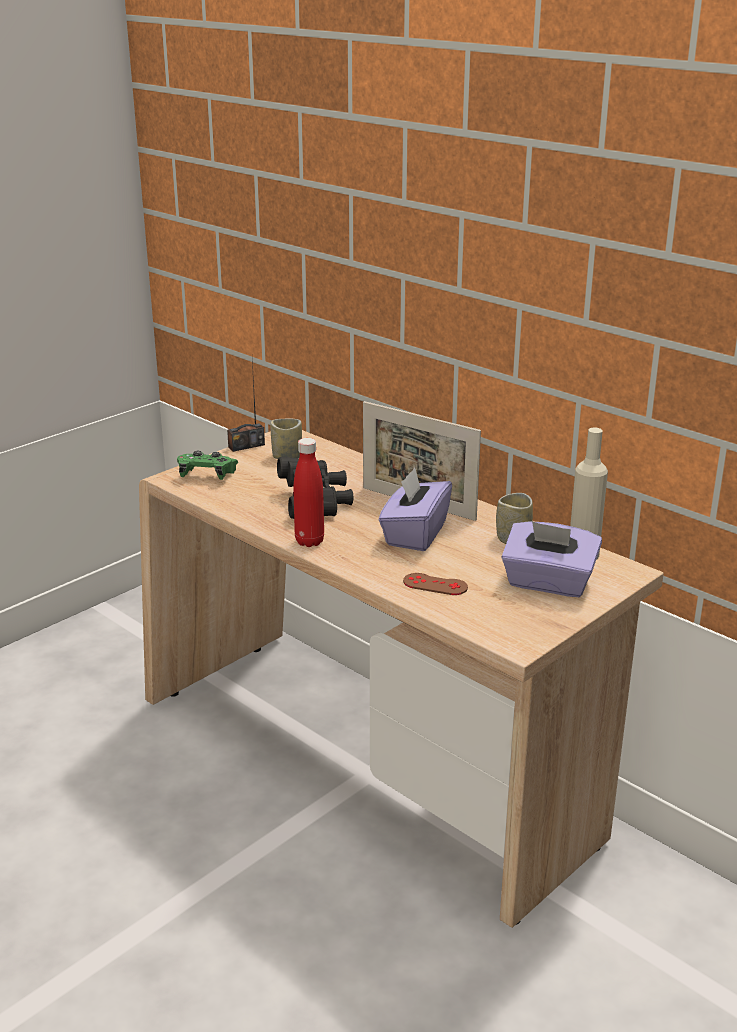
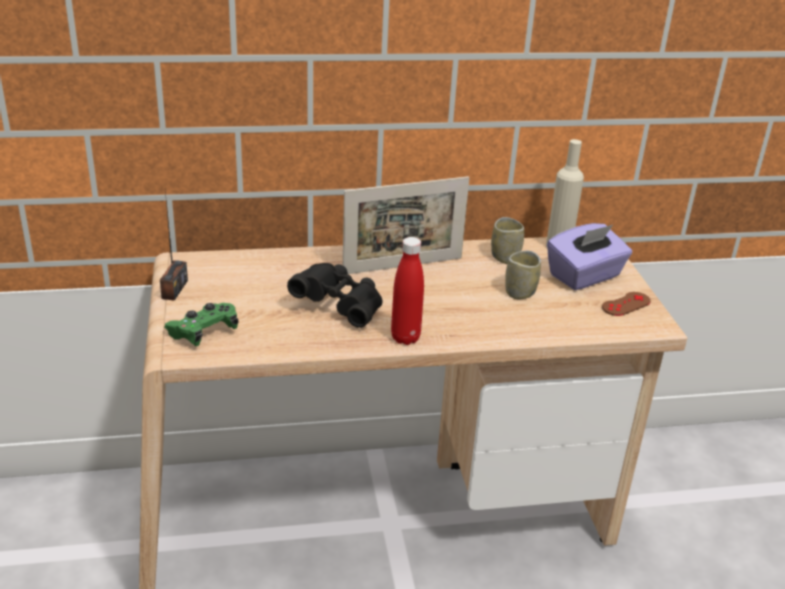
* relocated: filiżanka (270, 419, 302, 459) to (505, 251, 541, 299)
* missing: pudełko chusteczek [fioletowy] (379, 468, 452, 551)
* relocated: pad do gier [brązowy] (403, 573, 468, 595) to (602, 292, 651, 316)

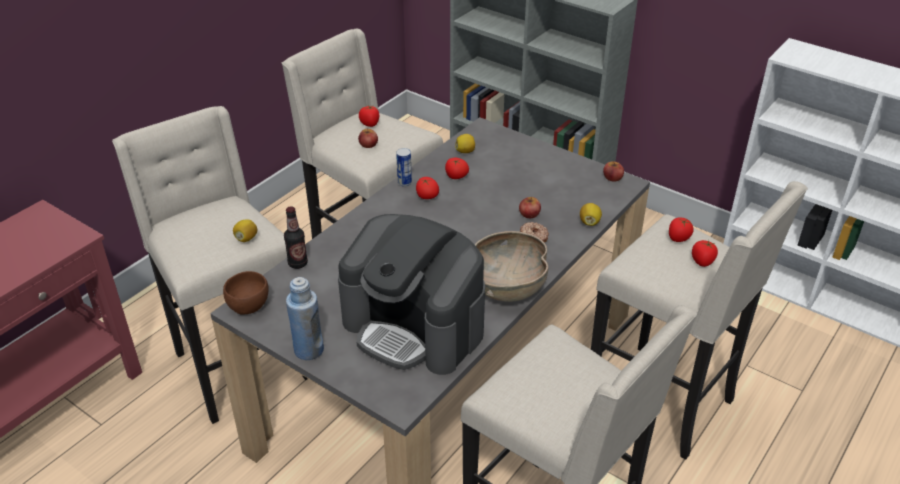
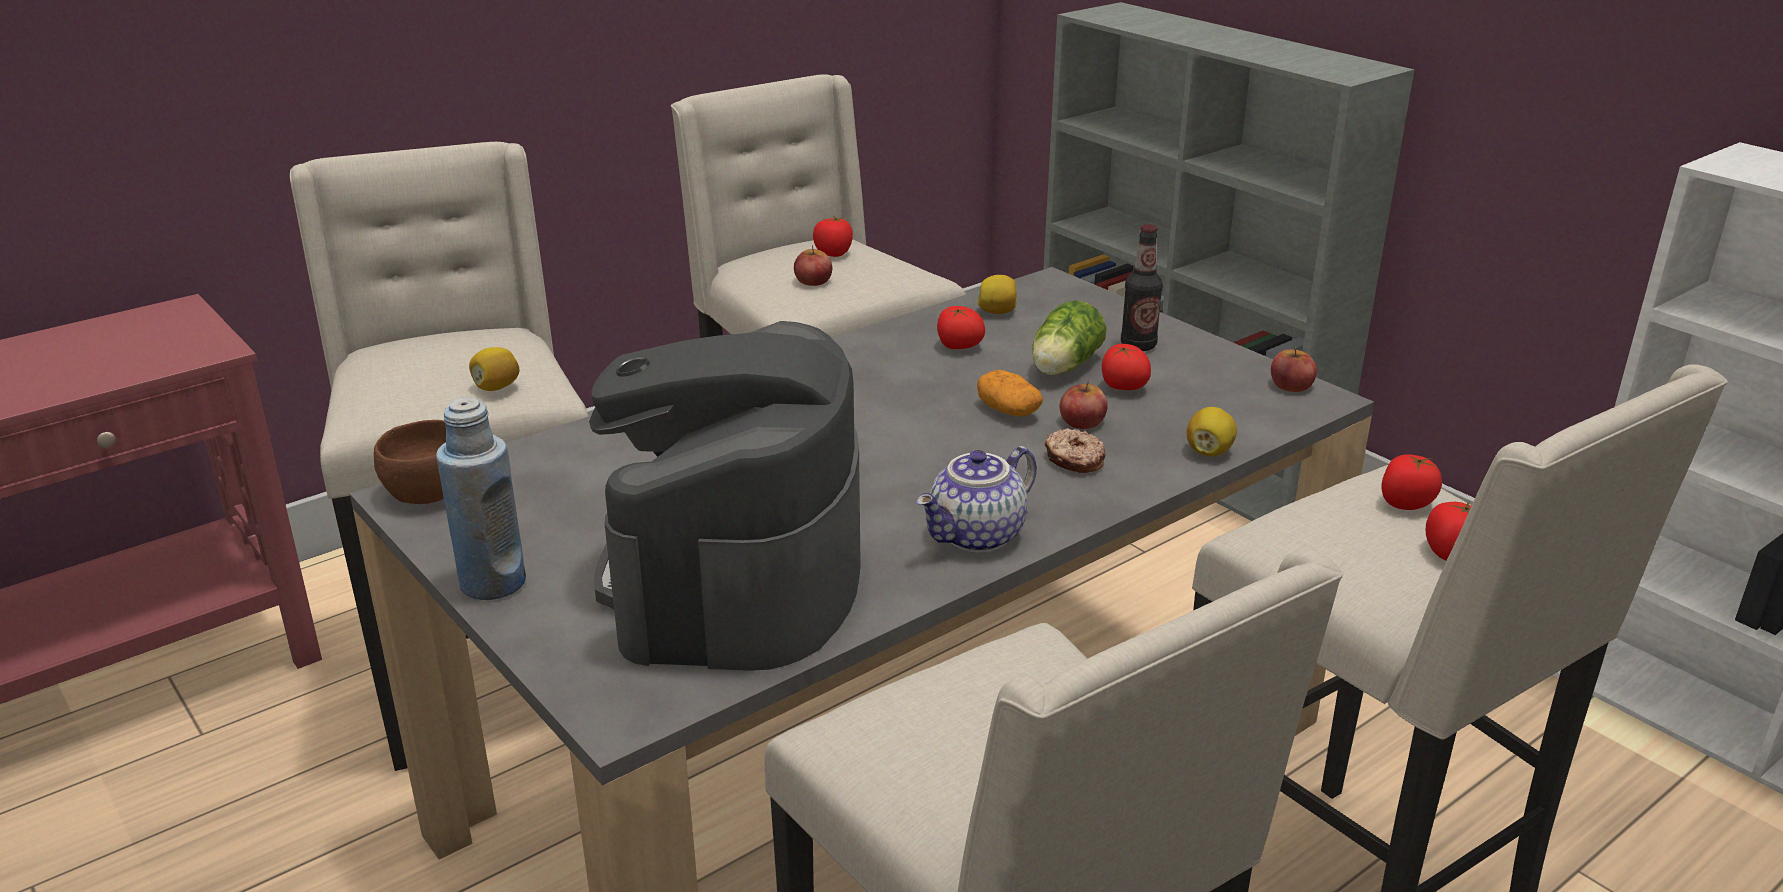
* relocated: butelka (284, 206, 308, 269) to (1121, 224, 1163, 351)
* spun: ekspres do kawy (338, 214, 485, 375) = (589, 321, 861, 671) 45 degrees clockwise
* missing: puszka (396, 148, 412, 187)
* relocated: pomidor (416, 177, 439, 199) to (1102, 344, 1151, 390)
* exchanged: miska [brązowy] (475, 231, 548, 302) to imbryk (916, 446, 1037, 553)
* appeared: ziemniak (977, 370, 1043, 417)
* appeared: sałata (1032, 300, 1107, 375)

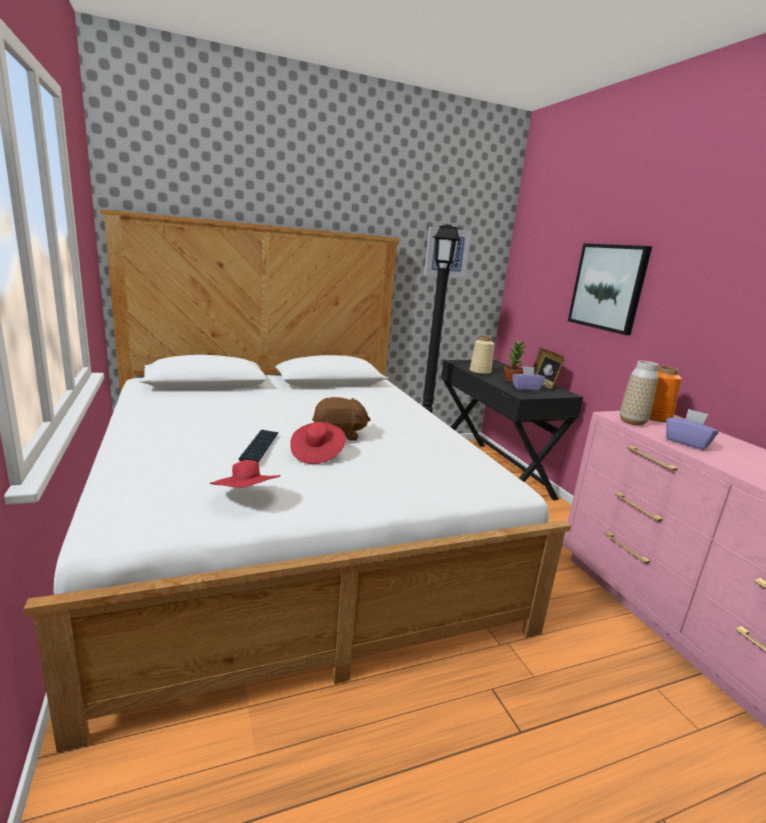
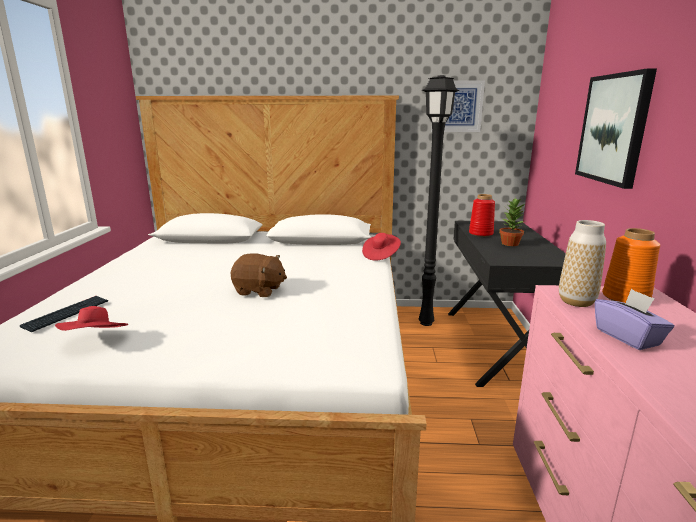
* relocated: klawiatura (239, 429, 279, 463) to (20, 296, 108, 332)
* relocated: kapelusz [czerwony] (290, 422, 346, 464) to (362, 233, 401, 261)
* colour: wazon [beżowy] (470, 336, 494, 374) to wazon [czerwony] (469, 194, 495, 237)
* missing: pudełko chusteczek [fioletowy] (512, 366, 545, 391)
* missing: ramka na zdjęcie (533, 348, 565, 390)

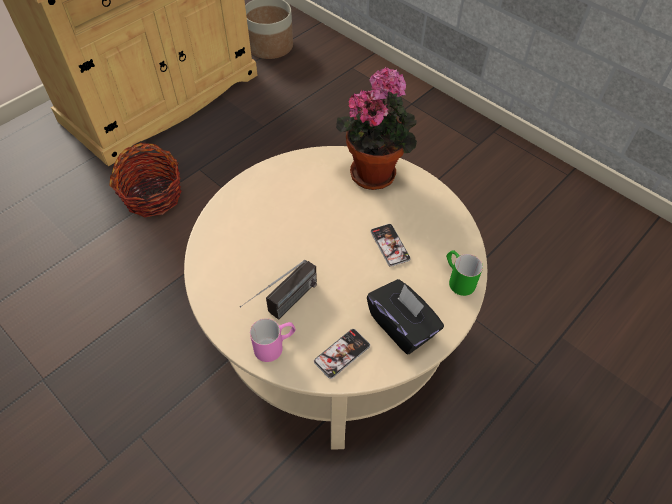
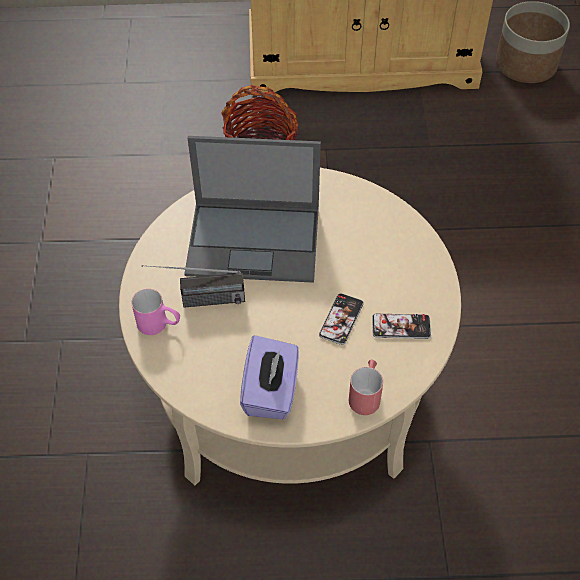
* relocated: telefon (314, 329, 370, 379) to (372, 314, 431, 339)
* missing: roślina doniczkowa (336, 67, 417, 190)
* colour: pudełko chusteczek [czarny] (367, 279, 444, 355) to pudełko chusteczek [fioletowy] (240, 335, 299, 419)
* colour: kubek [zielony] (446, 250, 483, 296) to kubek [czerwony] (349, 360, 383, 415)
* appeared: laptop (184, 136, 321, 283)

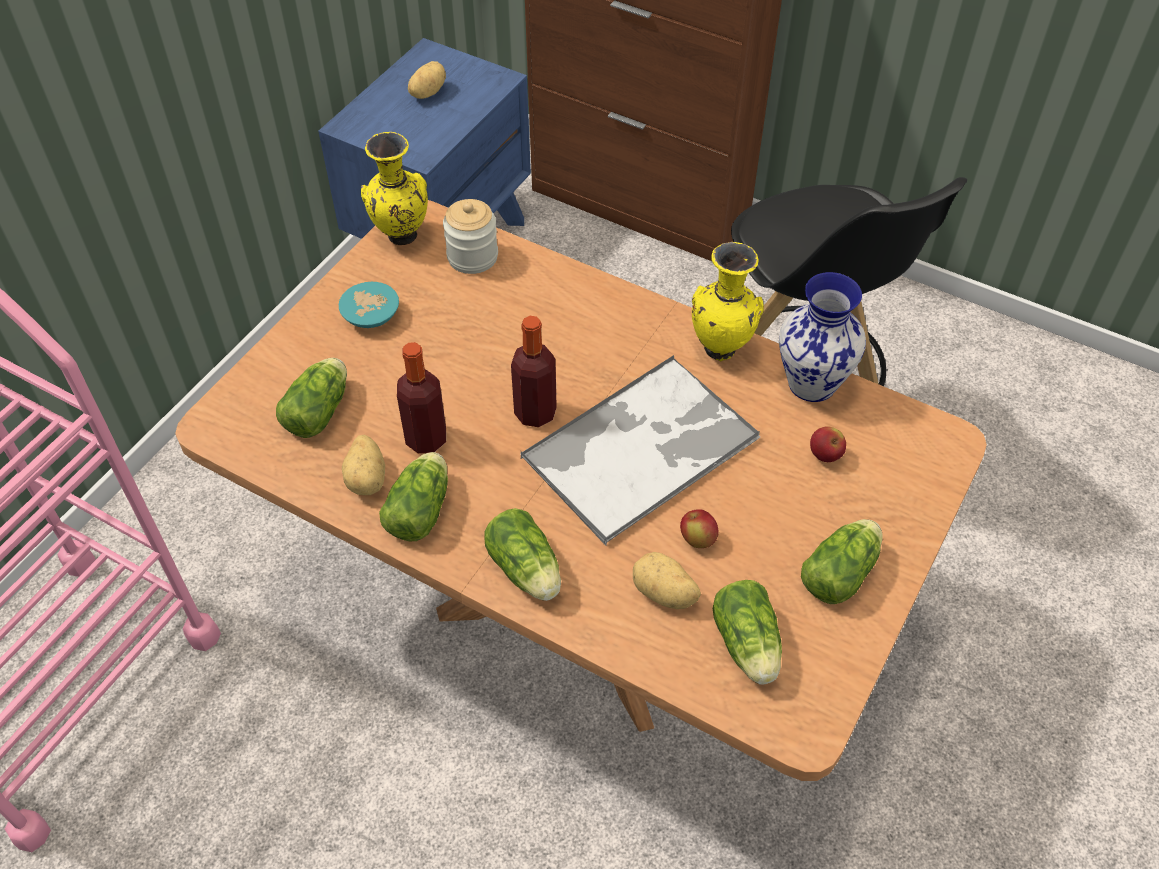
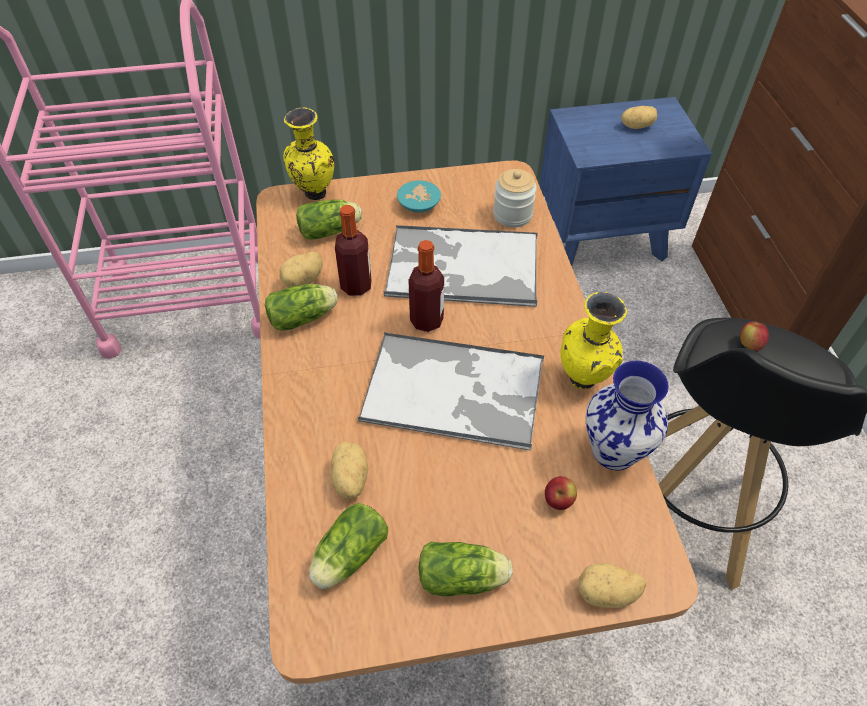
* relocated: wazon [żółty] (361, 132, 428, 245) to (283, 108, 334, 200)
* missing: sałata (484, 508, 561, 601)
* relocated: jabłko (680, 509, 719, 548) to (740, 322, 769, 351)
* appeared: taca (384, 225, 538, 307)
* appeared: ziemniak (579, 563, 646, 608)

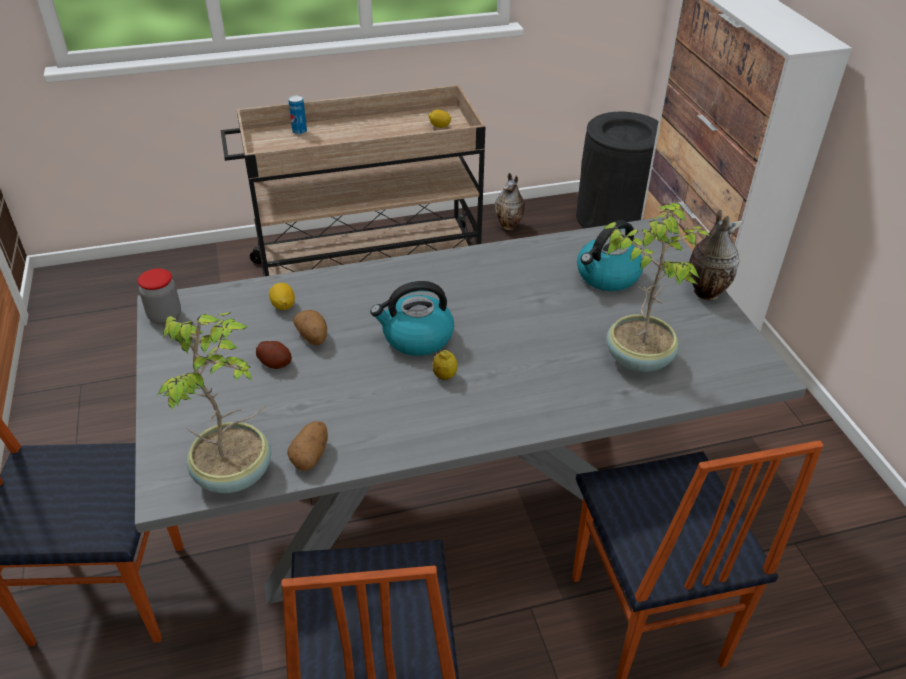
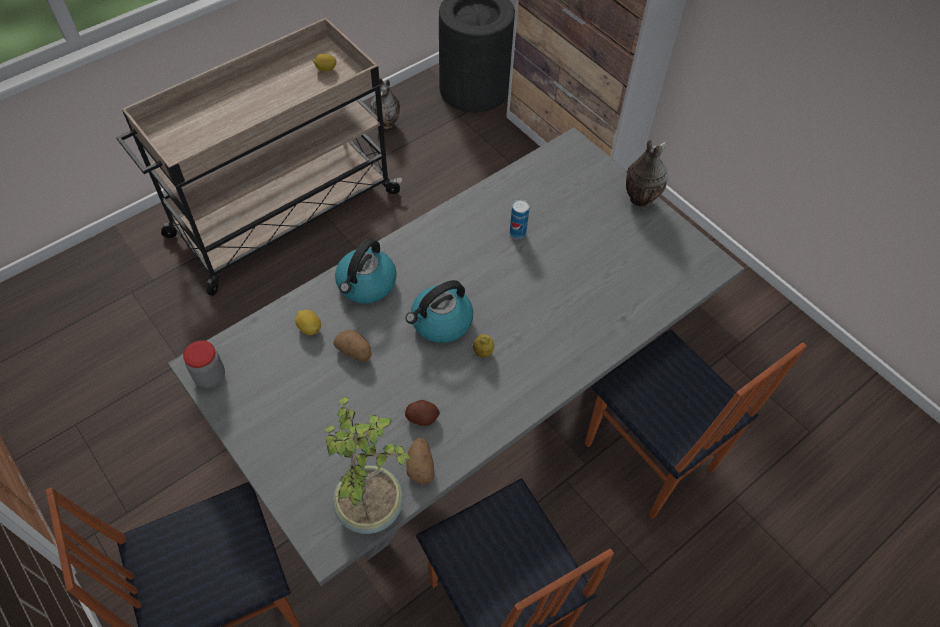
* relocated: ziemniak (256, 341, 292, 369) to (405, 400, 440, 426)
* relocated: puszka (288, 95, 307, 135) to (510, 200, 529, 239)
* relocated: czajnik (577, 220, 643, 291) to (335, 238, 397, 304)
* missing: roślina doniczkowa (603, 203, 710, 373)

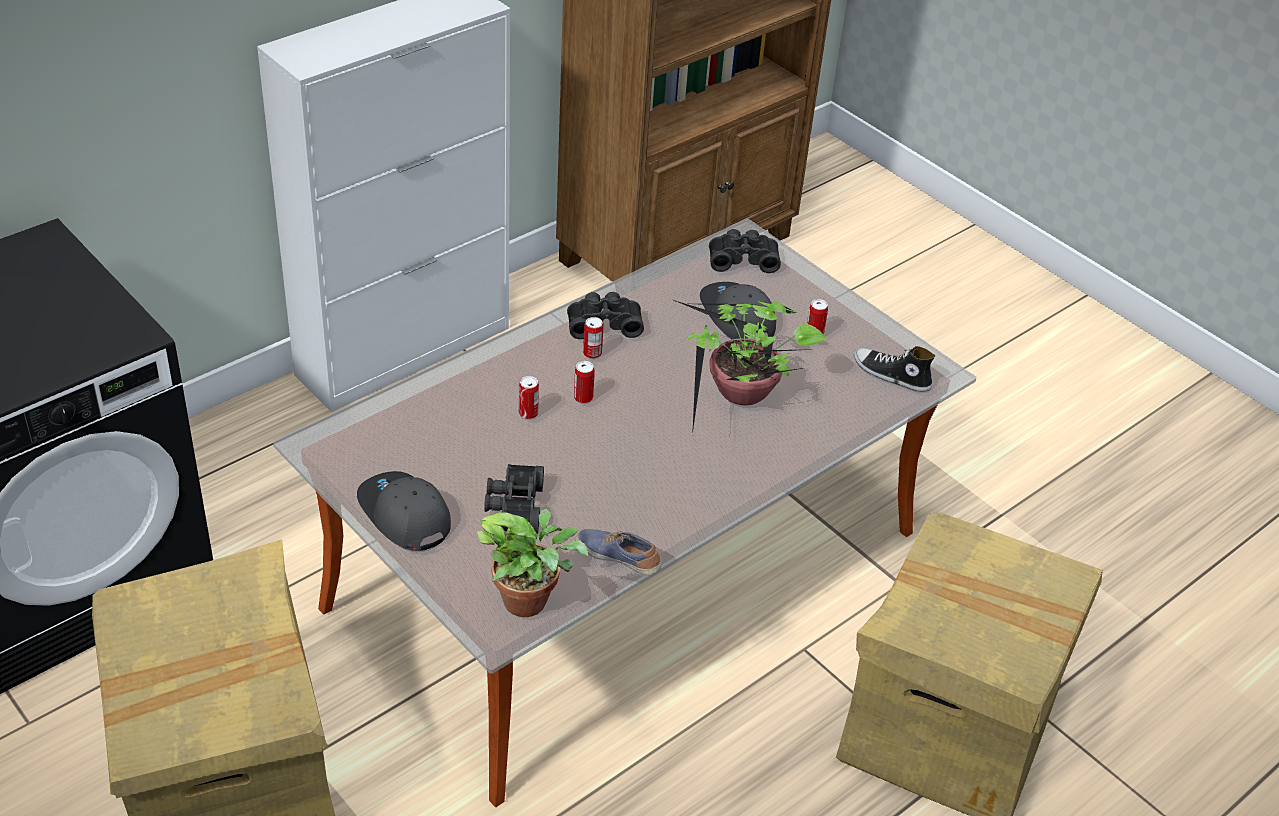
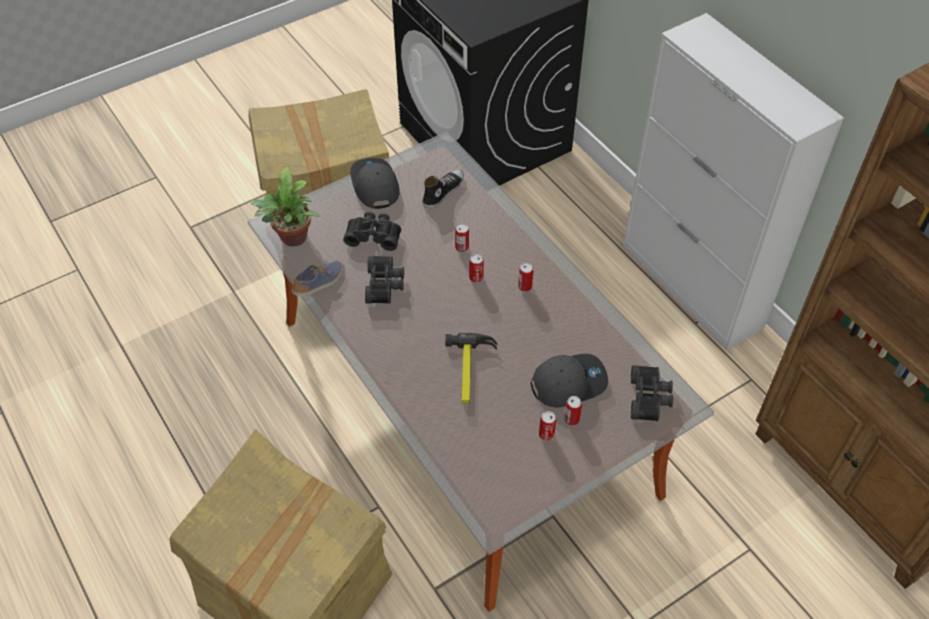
* spun: czapka z daszkiem [szary] (357, 471, 451, 551) = (350, 158, 400, 209) 75 degrees counterclockwise
* relocated: lornetka [czarny] (567, 292, 644, 339) to (365, 256, 404, 304)
* exchanged: roślina doniczkowa (671, 299, 826, 435) to młotek (445, 333, 497, 404)
* relocated: but (853, 346, 935, 392) to (422, 170, 464, 208)
* appeared: puszka (564, 396, 582, 426)

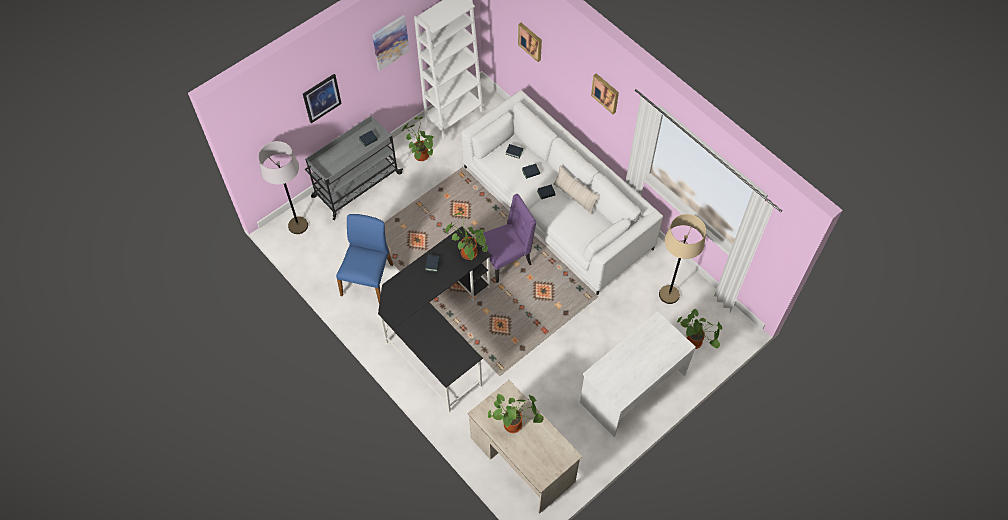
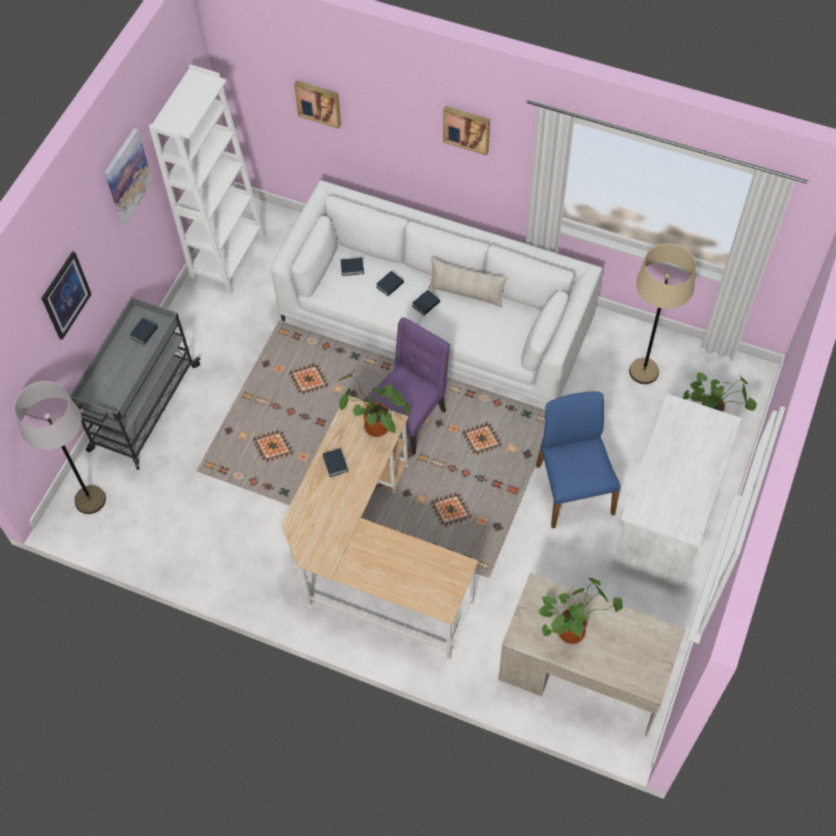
* relocated: krzesło [niebieski] (336, 214, 393, 303) to (536, 391, 621, 529)
* colour: biurko [czarny] (378, 226, 491, 413) to biurko [beżowy] (281, 396, 478, 661)
* missing: roślina doniczkowa (402, 117, 434, 161)

